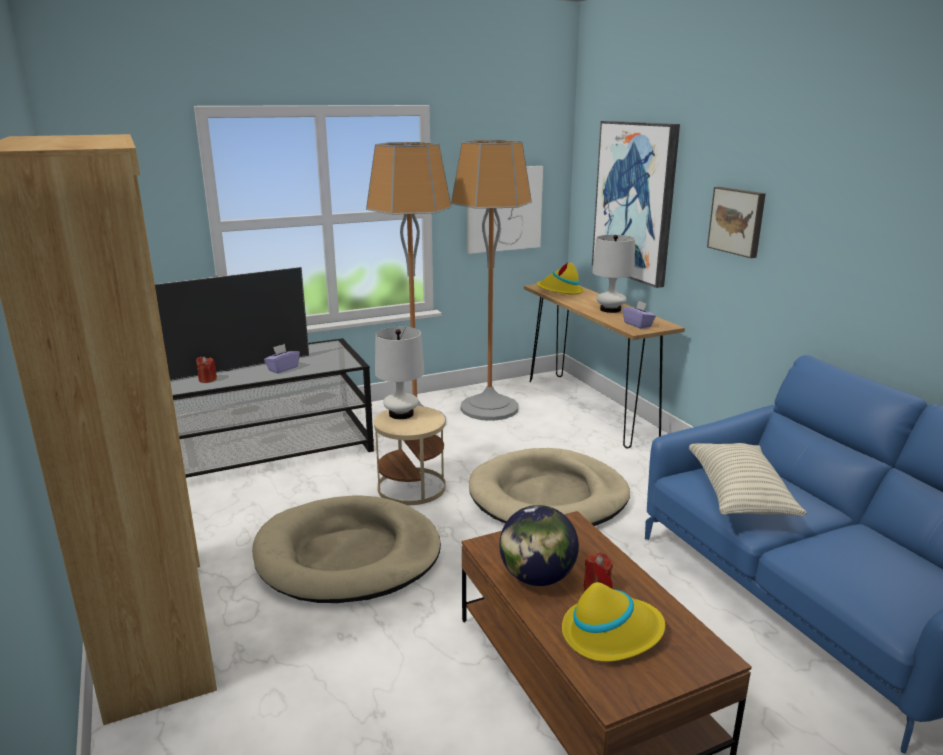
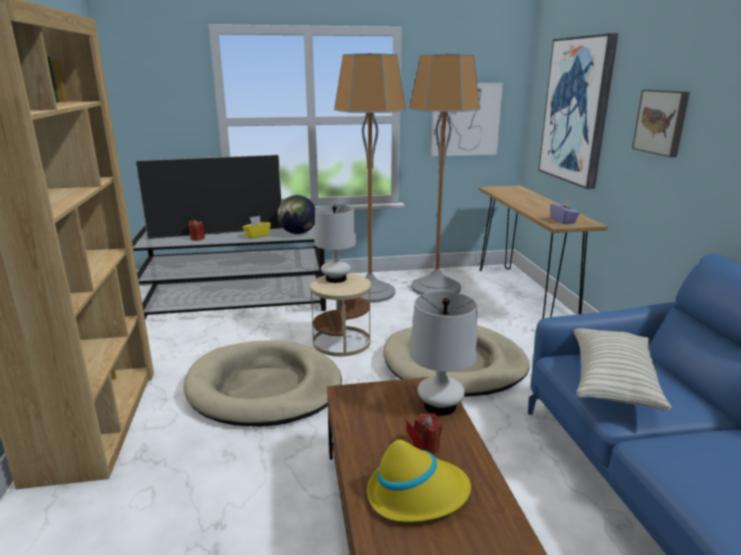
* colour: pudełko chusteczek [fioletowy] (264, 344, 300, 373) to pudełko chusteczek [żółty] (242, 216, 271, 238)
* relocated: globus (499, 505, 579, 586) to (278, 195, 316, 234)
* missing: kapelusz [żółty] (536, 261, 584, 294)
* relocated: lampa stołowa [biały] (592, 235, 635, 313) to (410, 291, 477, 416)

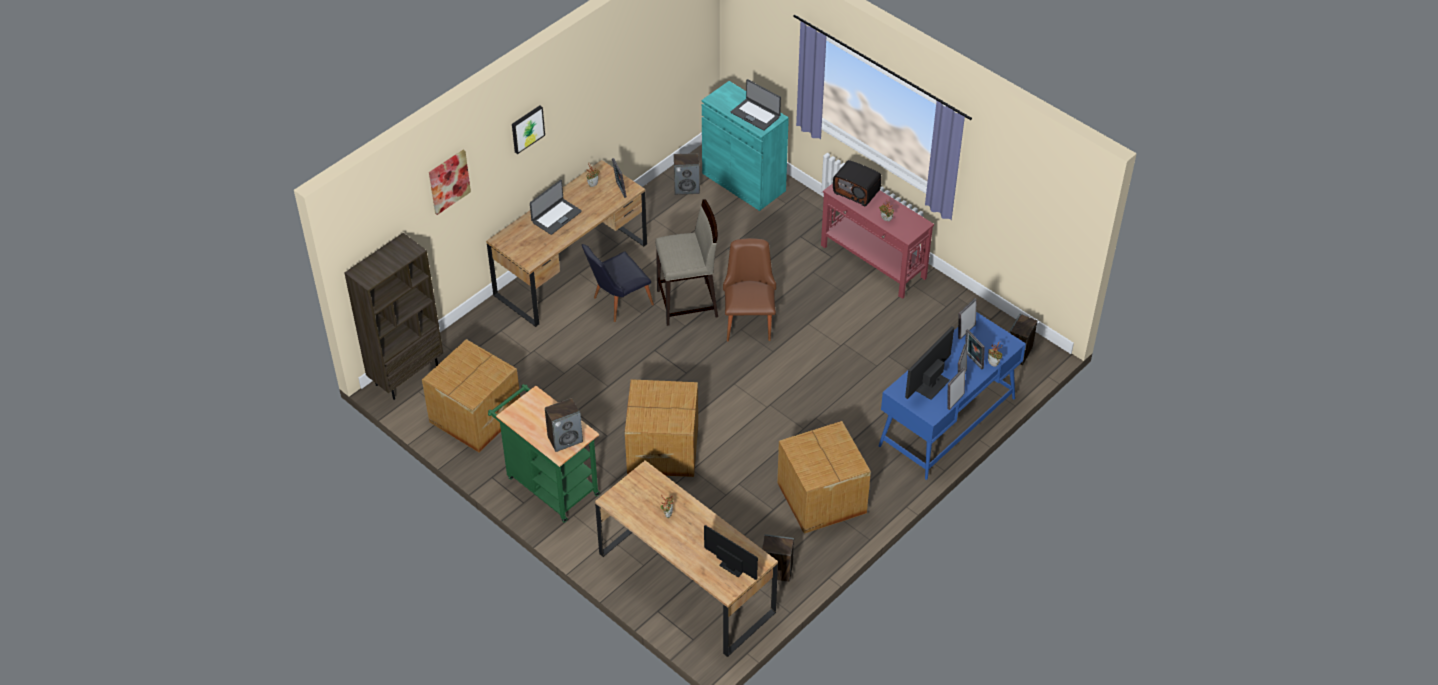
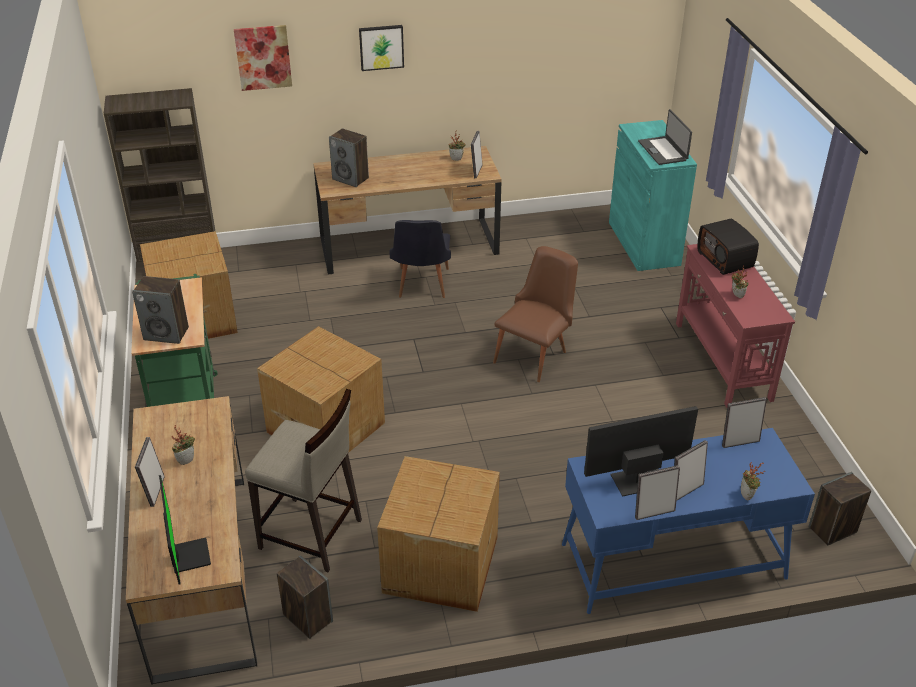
* missing: laptop (530, 180, 582, 235)
* spun: krzesło [czarny] (582, 244, 654, 322) = (389, 220, 451, 298) 90 degrees counterclockwise
* relocated: stołek [beżowy] (655, 199, 718, 326) to (245, 388, 362, 572)
* relocated: głośnik (674, 153, 700, 195) to (329, 128, 369, 187)
* relocated: ramka na zdjęcie (965, 329, 985, 369) to (135, 437, 165, 507)

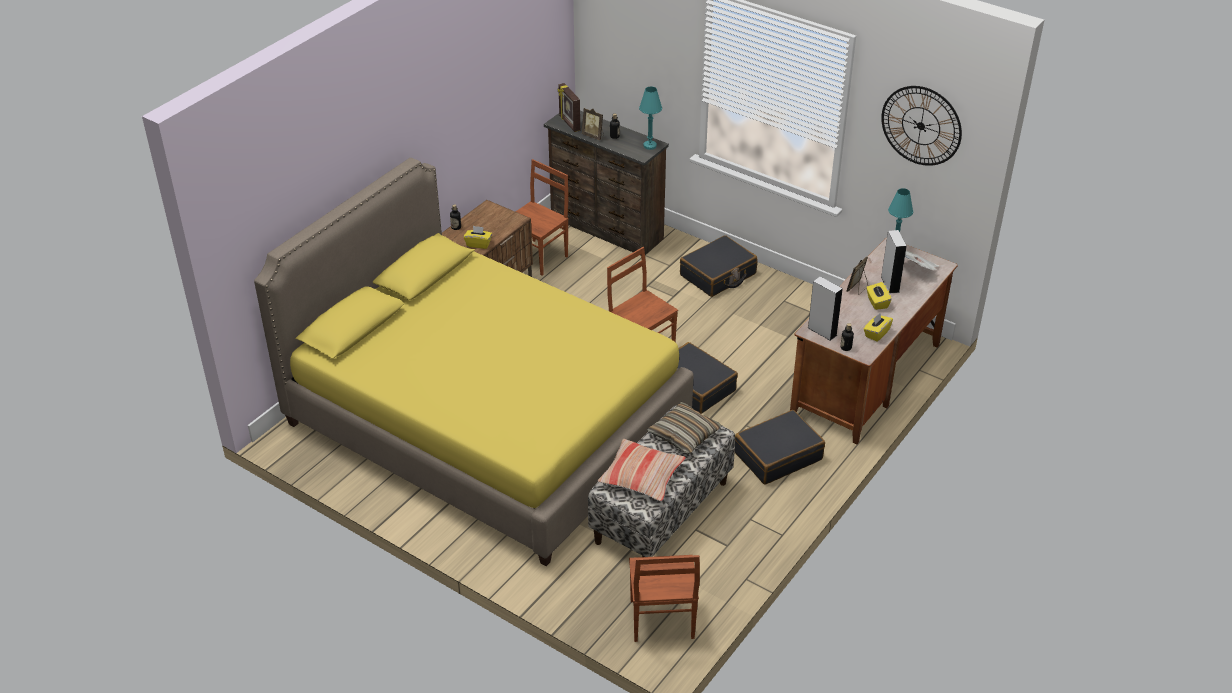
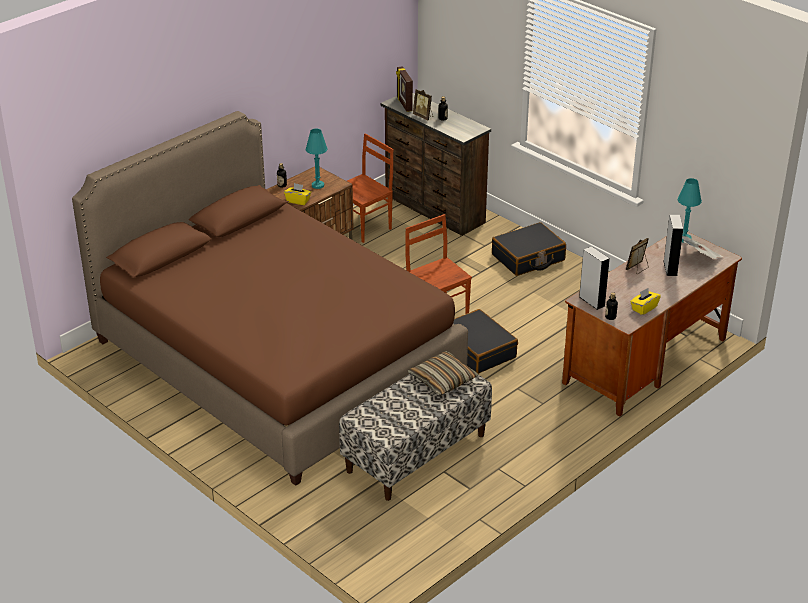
* colour: łóżko [żółty] (254, 158, 694, 566) to łóżko [brązowy] (72, 111, 468, 486)
* missing: poduszka (598, 439, 686, 502)
* missing: krzesło [brązowy] (629, 555, 700, 642)
* relocated: lampa stołowa [turkusowy] (639, 87, 662, 150) to (306, 129, 328, 189)
* missing: walizka [czarny] (735, 410, 825, 484)
* missing: pudełko chusteczek [żółty] (866, 282, 892, 310)
* missing: zegar ścienny (881, 86, 962, 166)

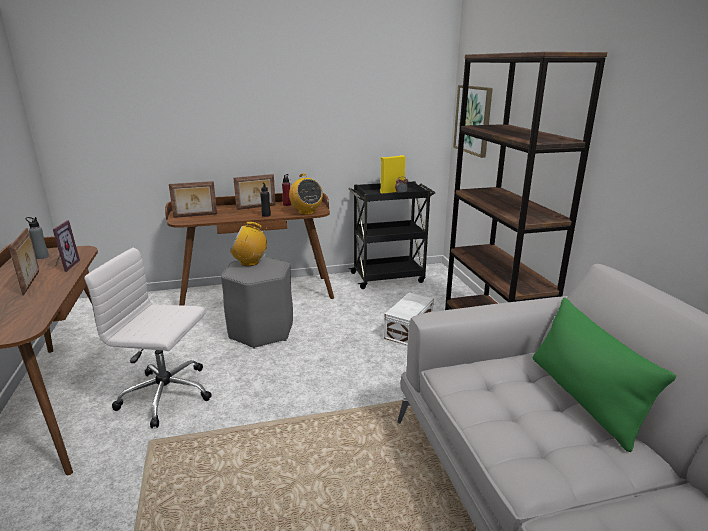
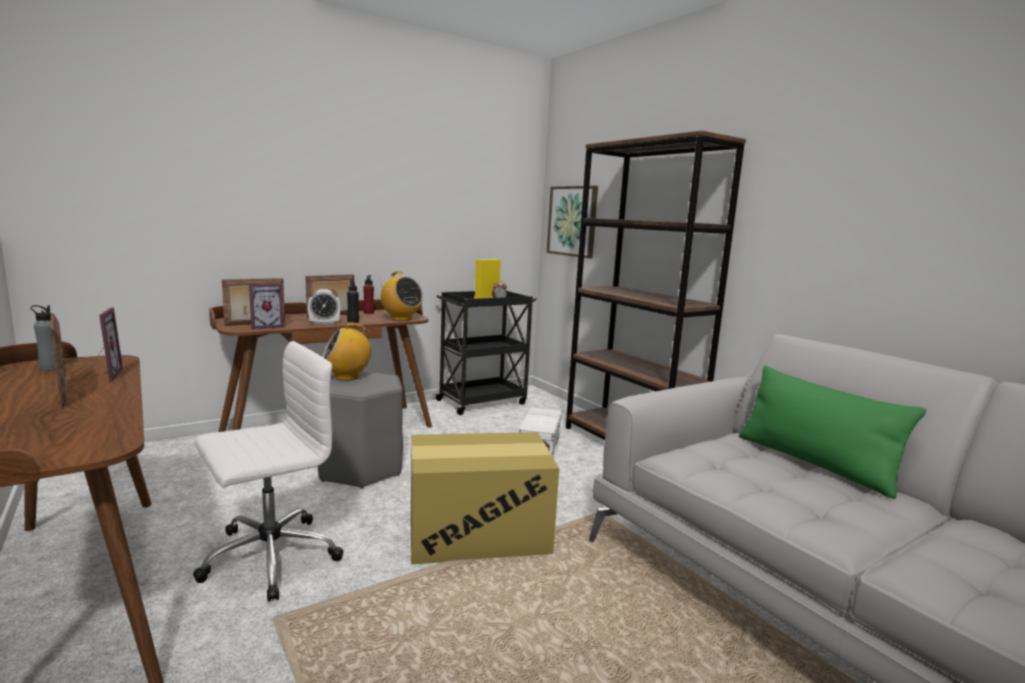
* spun: krzesło biurowe [biały] (84, 248, 212, 428) = (193, 341, 344, 602) 150 degrees clockwise
* appeared: ramka na zdjęcie (249, 283, 284, 330)
* appeared: budzik (308, 289, 340, 325)
* appeared: karton (411, 432, 559, 564)

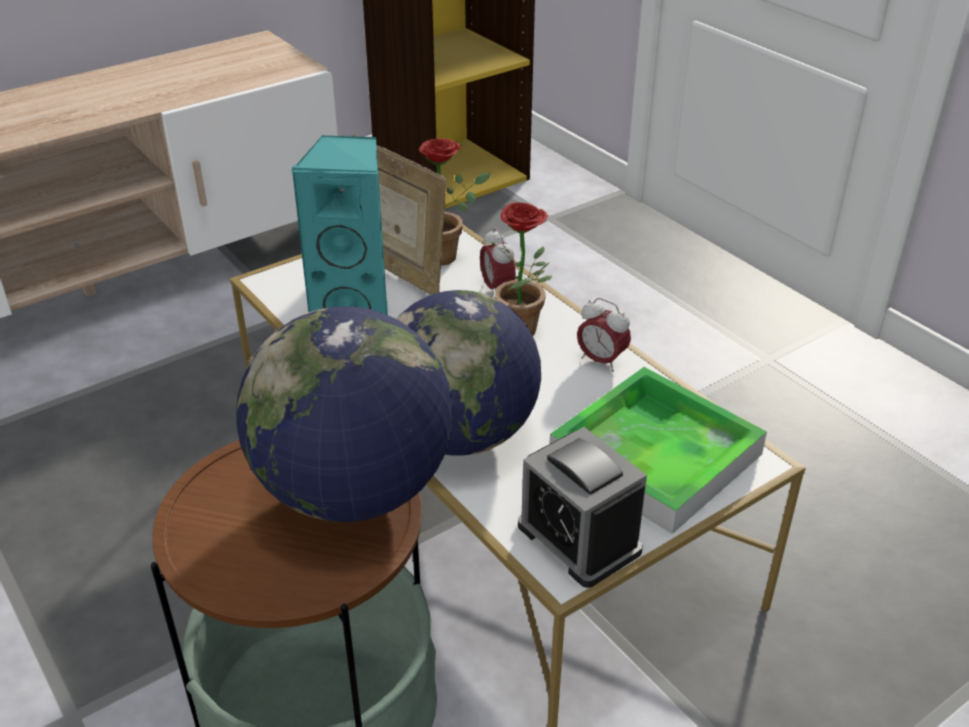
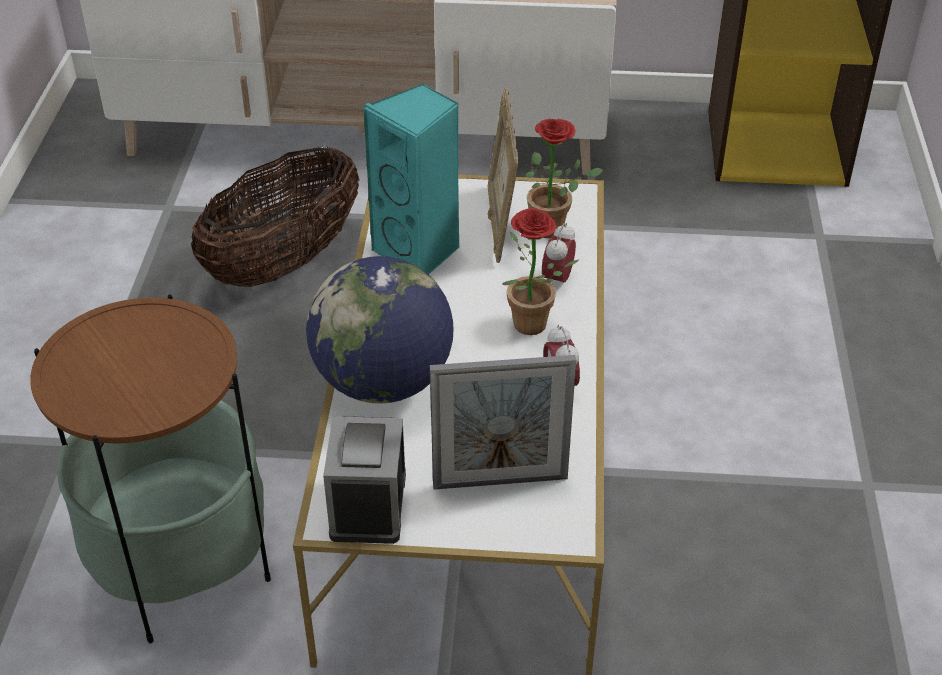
* missing: globus (236, 306, 453, 522)
* exchanged: taca (549, 367, 767, 534) to ramka na zdjęcie (430, 355, 576, 490)
* appeared: koszyk (191, 146, 360, 287)

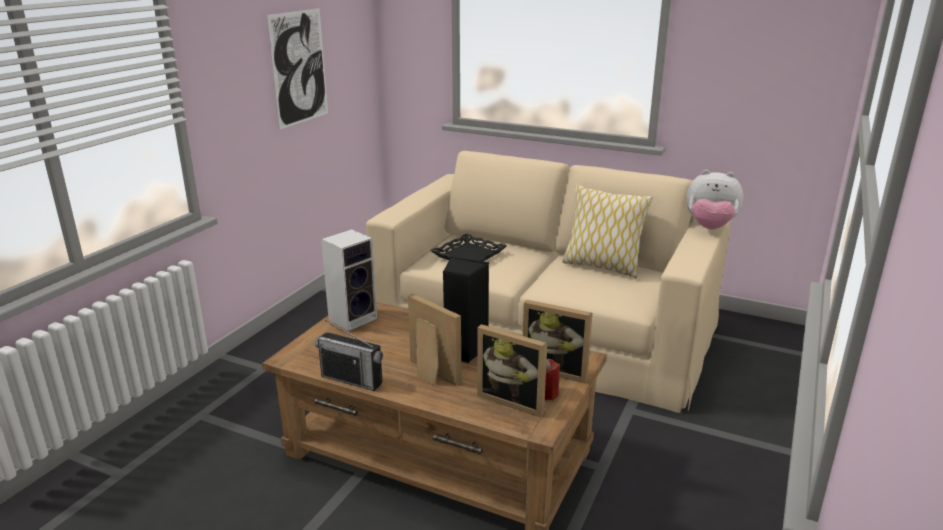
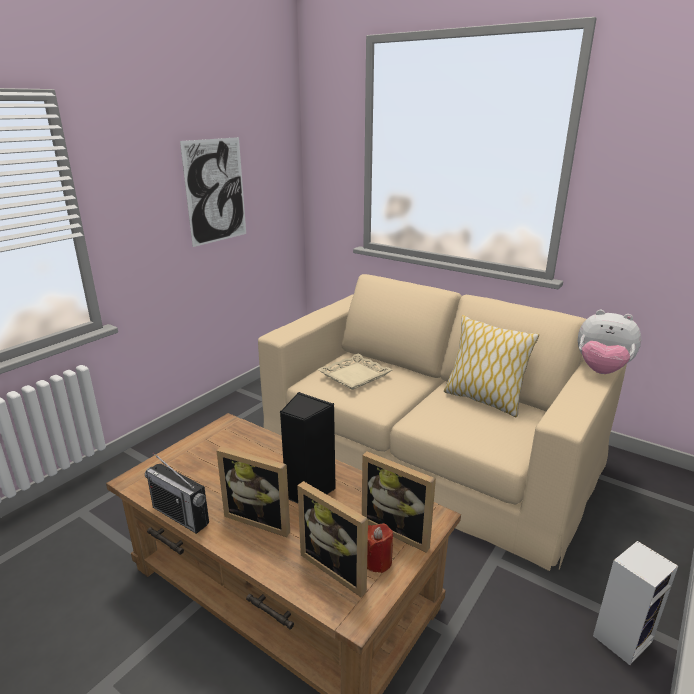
* relocated: głośnik (321, 229, 377, 331) to (593, 541, 678, 665)
* spun: ramka na zdjęcie (408, 294, 461, 386) = (216, 446, 290, 537) 150 degrees clockwise
* colour: taca [czarny] (431, 233, 507, 261) to taca [beżowy] (318, 354, 392, 390)

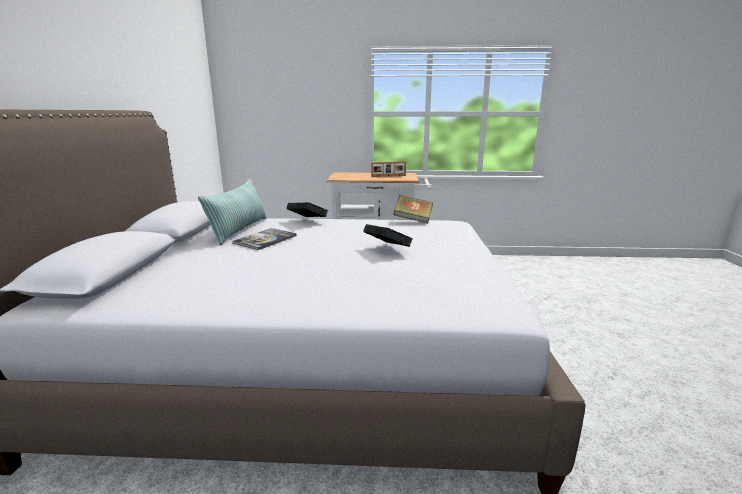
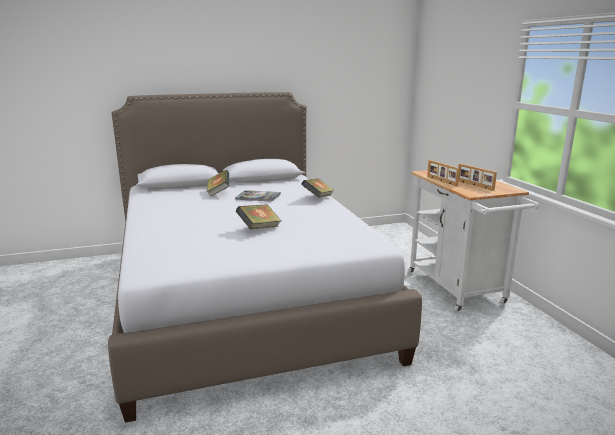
* missing: poduszka (198, 179, 267, 245)
* relocated: książka (393, 195, 433, 223) to (207, 170, 229, 197)
* appeared: ramka na zdjęcie (427, 160, 460, 186)

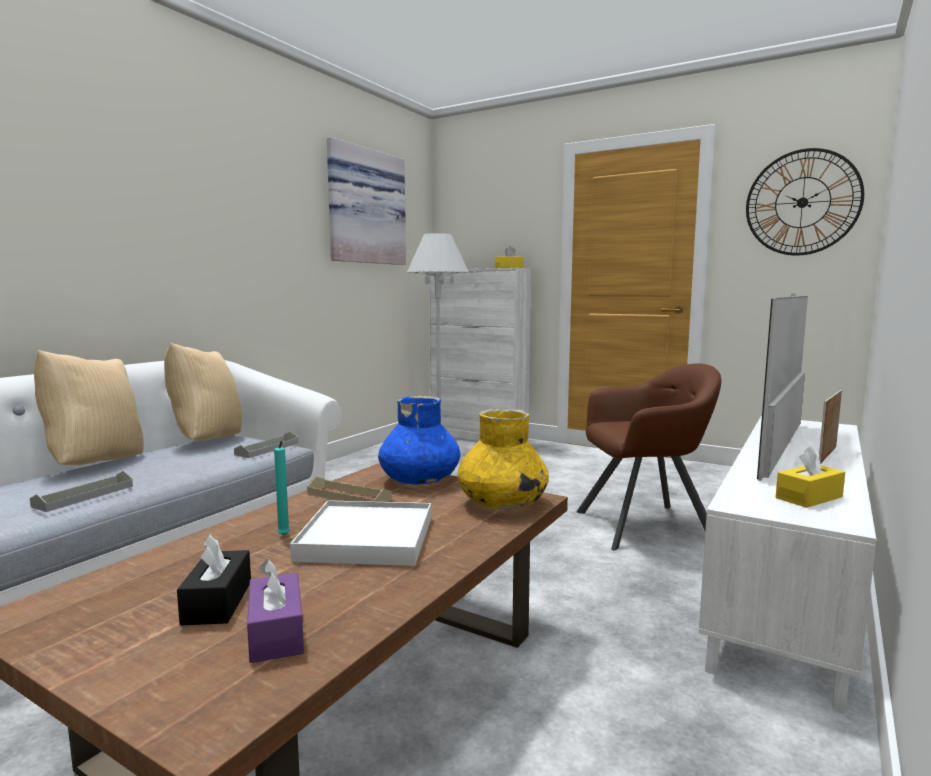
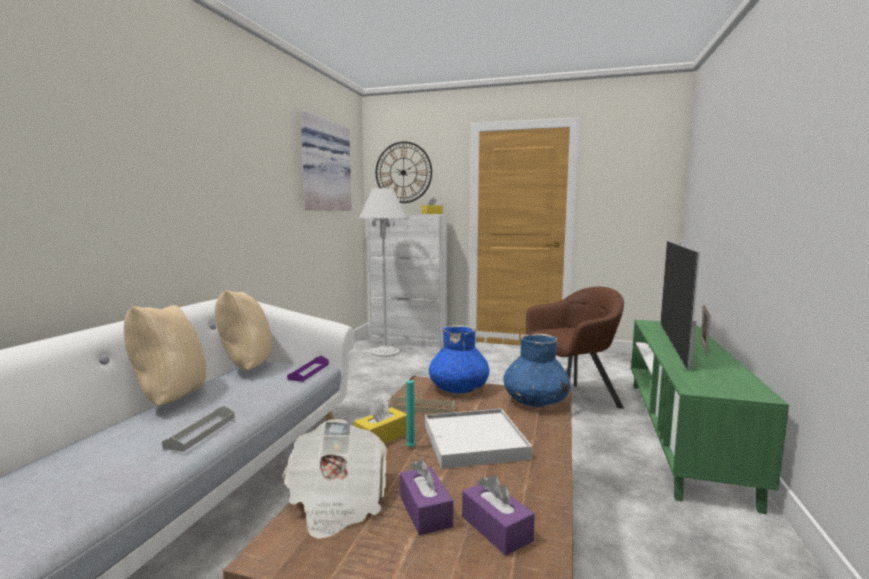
* colour: pudełko chusteczek [czarny] (177, 534, 251, 625) to pudełko chusteczek [fioletowy] (400, 460, 453, 535)
* colour: taca [szary] (234, 432, 298, 458) to taca [fioletowy] (287, 356, 329, 382)
* colour: wazon [żółty] (458, 409, 549, 510) to wazon [niebieski] (503, 333, 571, 407)
* colour: szafka pod telewizor [biały] (699, 416, 876, 714) to szafka pod telewizor [zielony] (631, 320, 789, 514)
* relocated: zegar ścienny (746, 148, 864, 256) to (376, 141, 432, 203)
* relocated: pudełko chusteczek [żółty] (776, 446, 845, 508) to (354, 397, 407, 444)
* appeared: gazeta (282, 419, 387, 539)

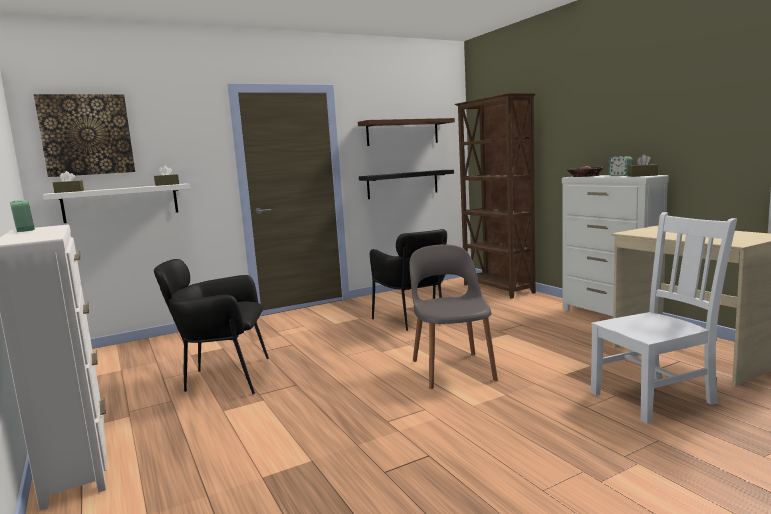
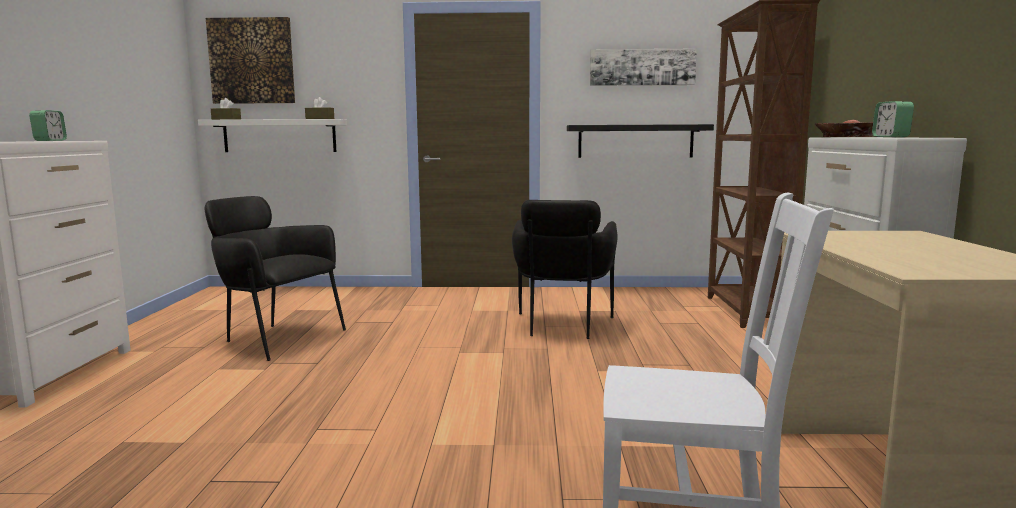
* exchanged: półka [brązowy] (358, 118, 455, 146) to obraz (590, 49, 697, 86)
* missing: krzesło [szary] (409, 244, 498, 389)
* missing: pudełko chusteczek [brązowy] (628, 154, 658, 177)

